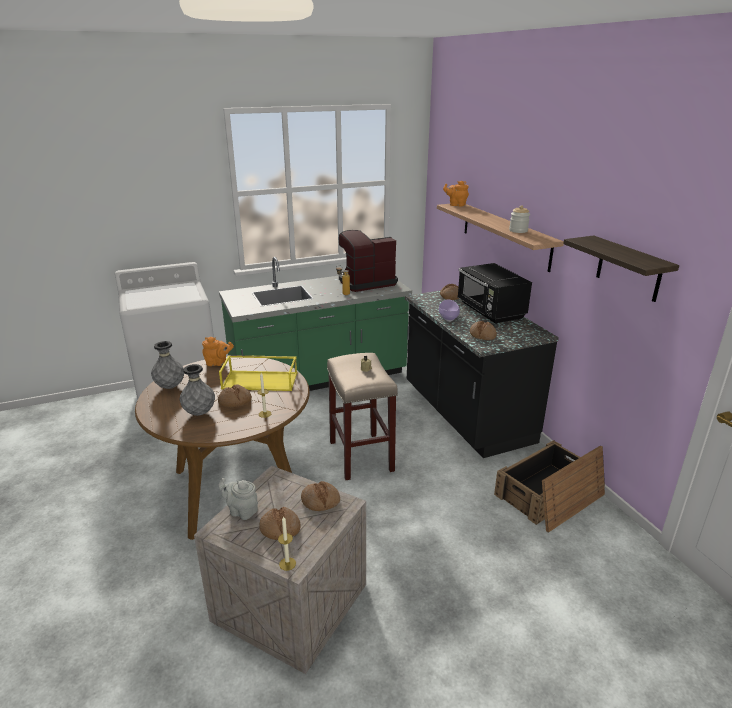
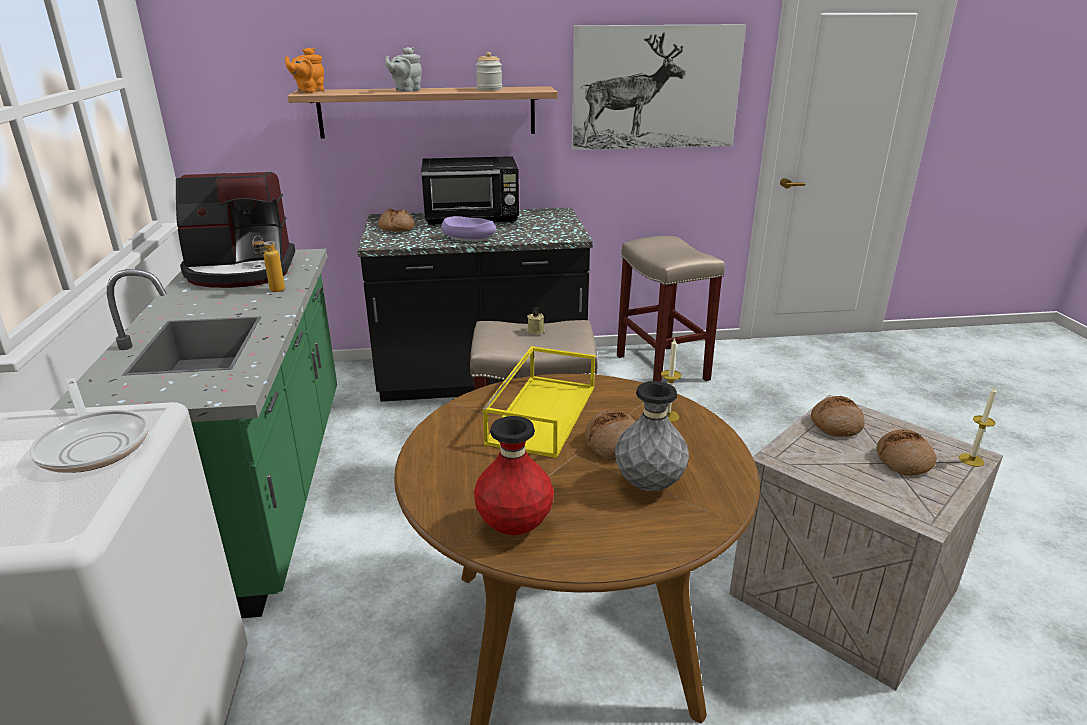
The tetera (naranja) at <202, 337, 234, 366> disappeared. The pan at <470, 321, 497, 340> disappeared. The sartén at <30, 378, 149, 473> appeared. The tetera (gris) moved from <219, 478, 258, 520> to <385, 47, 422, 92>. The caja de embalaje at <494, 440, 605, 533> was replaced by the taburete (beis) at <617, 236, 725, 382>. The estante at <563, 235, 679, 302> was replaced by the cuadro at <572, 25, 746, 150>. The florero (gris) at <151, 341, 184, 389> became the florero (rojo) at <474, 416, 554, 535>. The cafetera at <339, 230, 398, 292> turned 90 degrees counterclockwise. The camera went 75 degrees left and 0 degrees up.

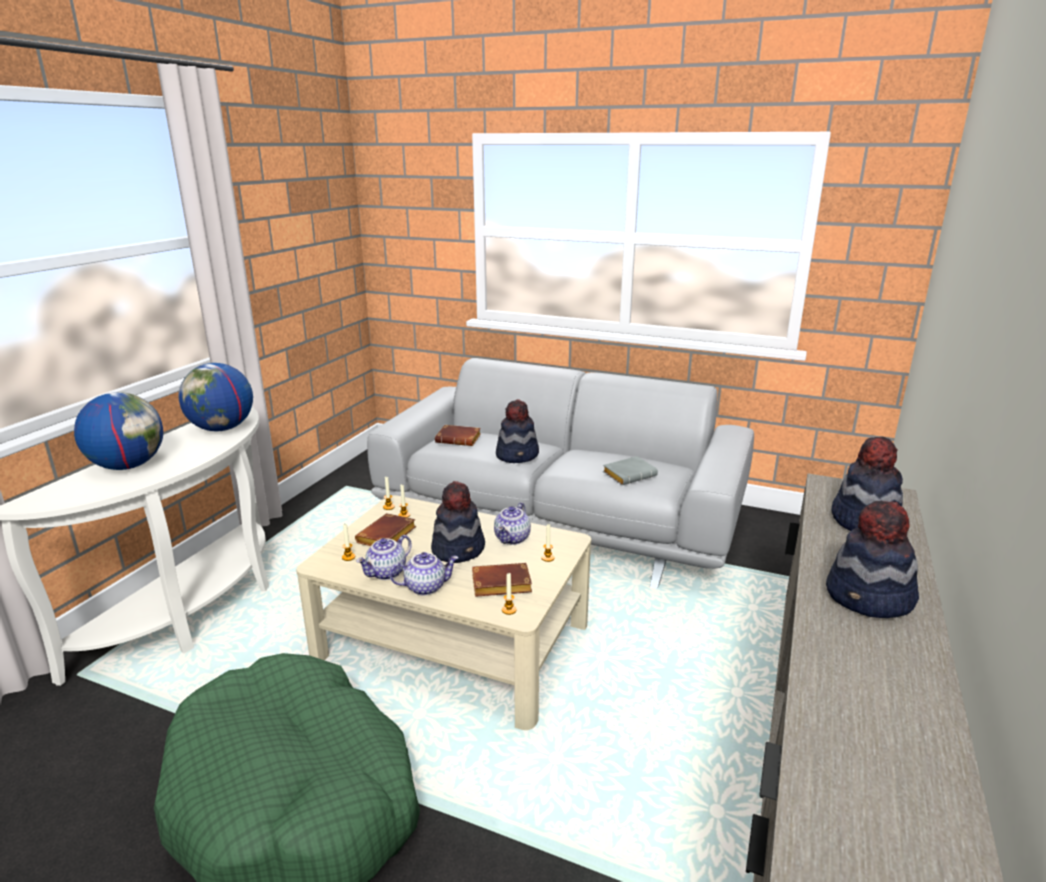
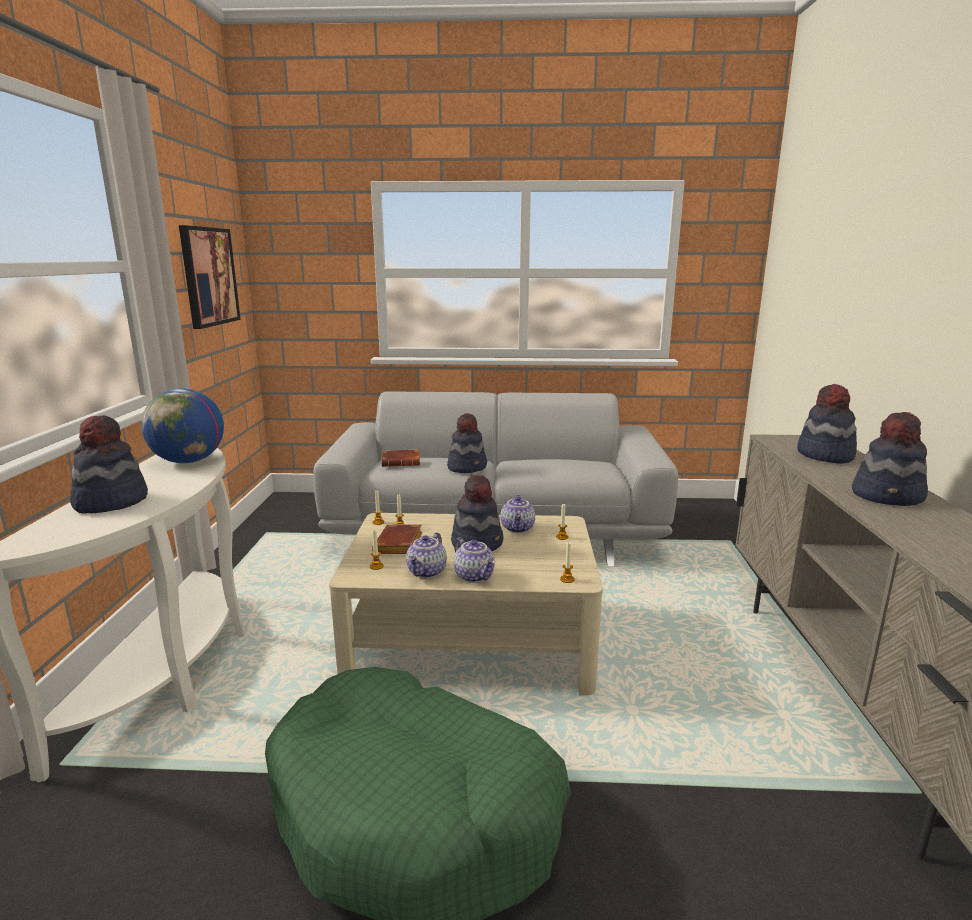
The libro (marrón) at <472, 563, 532, 597> disappeared. The libro (gris) at <603, 456, 658, 485> disappeared. The cuadro at <179, 225, 241, 329> appeared. The globo terráqueo at <74, 392, 163, 470> was replaced by the sombrero at <70, 415, 148, 513>. The tetera at <390, 552, 459, 596> turned 90 degrees clockwise. The camera went 20 degrees left and 5 degrees down.

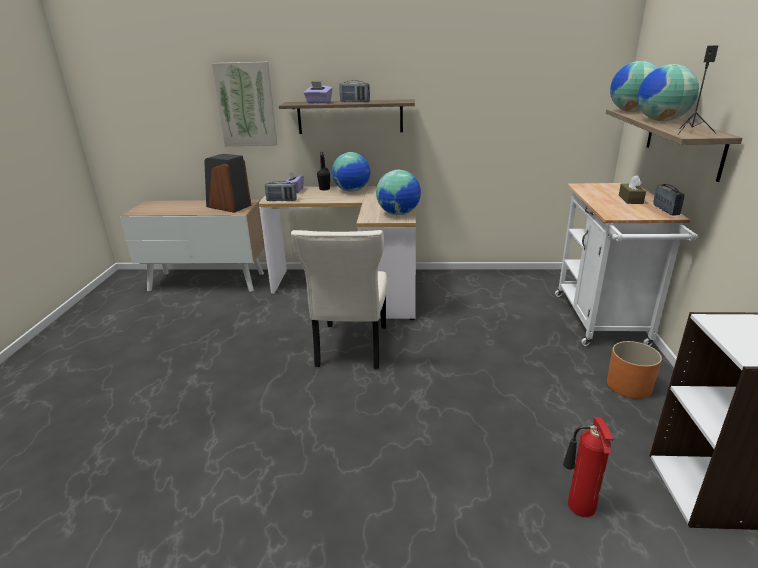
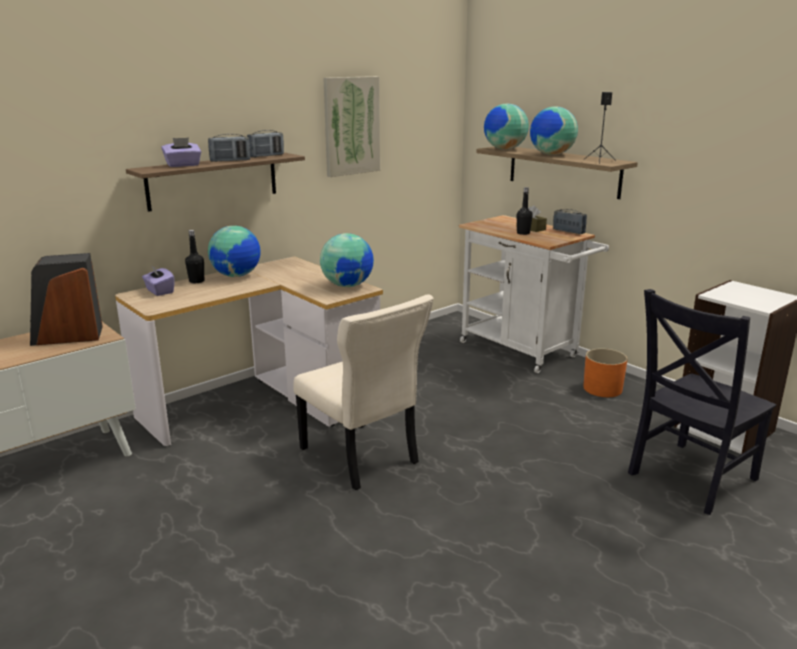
The botella (negro) at <517, 187, 533, 235> appeared. The cuadro moved from <212, 62, 278, 146> to <323, 76, 380, 177>. The radio moved from <265, 181, 297, 201> to <247, 130, 284, 158>. The extintor at <563, 417, 613, 517> was replaced by the silla (negro) at <628, 289, 776, 515>. The camera went 45 degrees left and 5 degrees down.

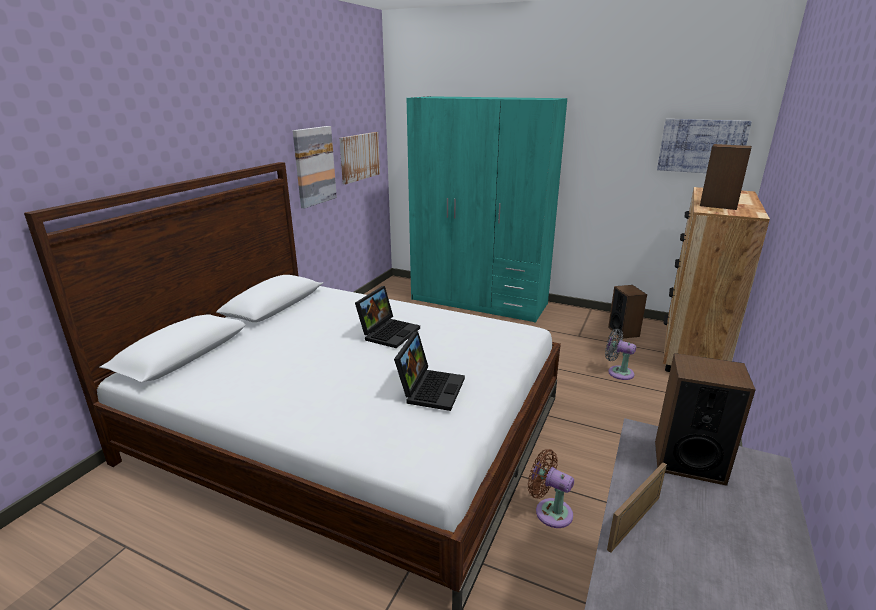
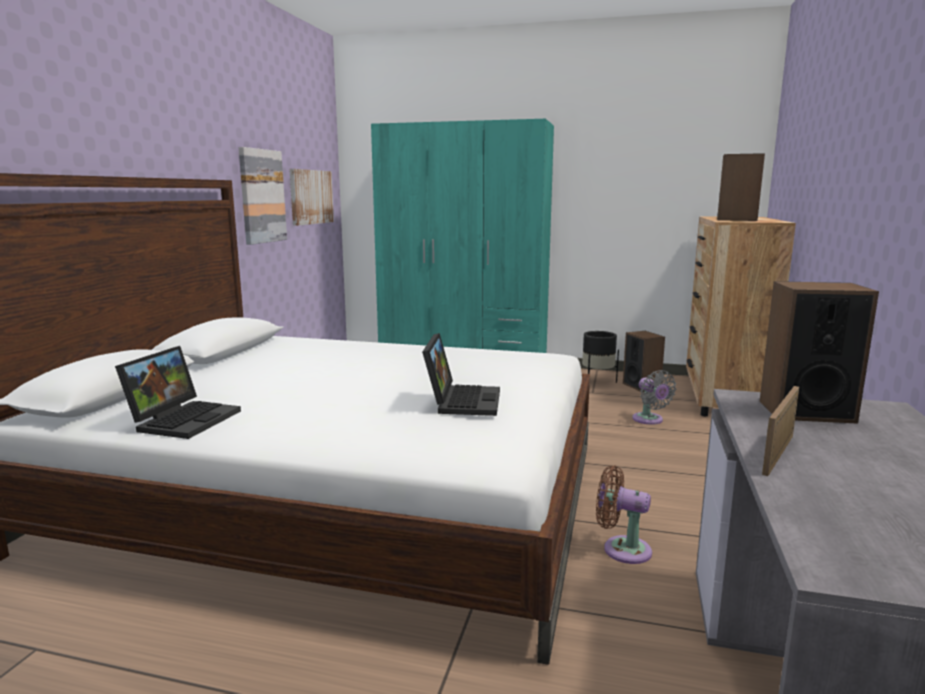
The cuadro at <657, 119, 752, 173> disappeared. The maceta (negro) at <582, 331, 619, 383> appeared. The portátil moved from <355, 286, 420, 348> to <115, 346, 241, 439>. The ventilador (gris) at <605, 329, 636, 380> turned 135 degrees counterclockwise. The camera went 10 degrees left and 10 degrees down.

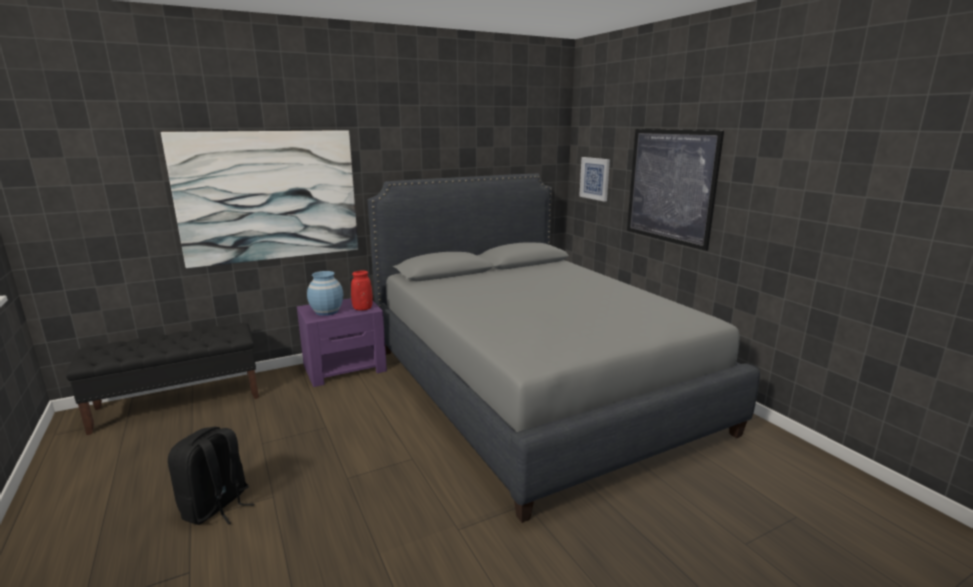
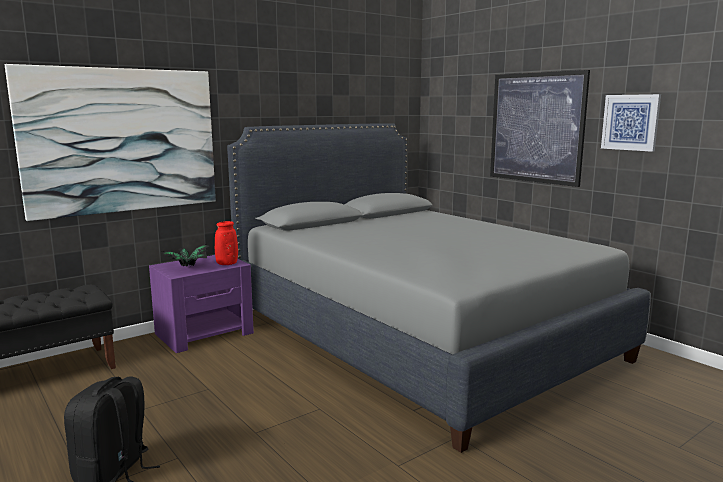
The cuadro moved from <579, 157, 610, 202> to <601, 94, 661, 152>. The florero (azul) at <307, 271, 343, 316> was replaced by the planta en maceta at <162, 244, 211, 267>. The camera went 10 degrees left and 5 degrees down.

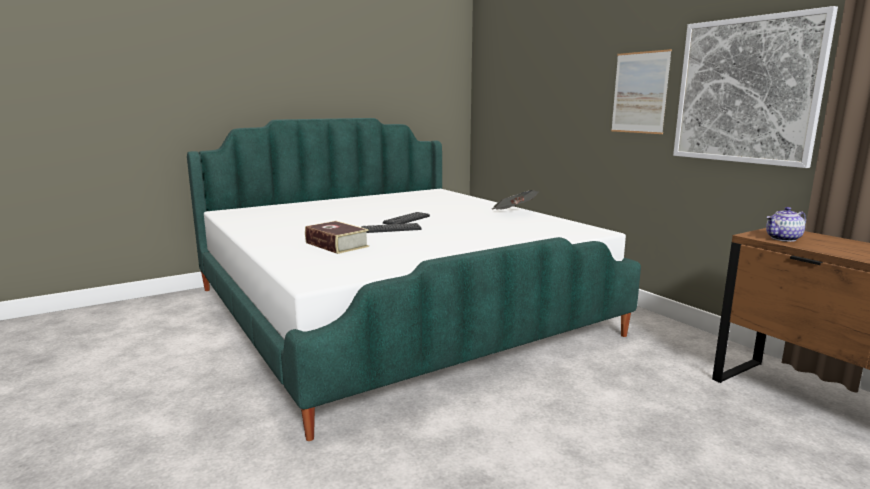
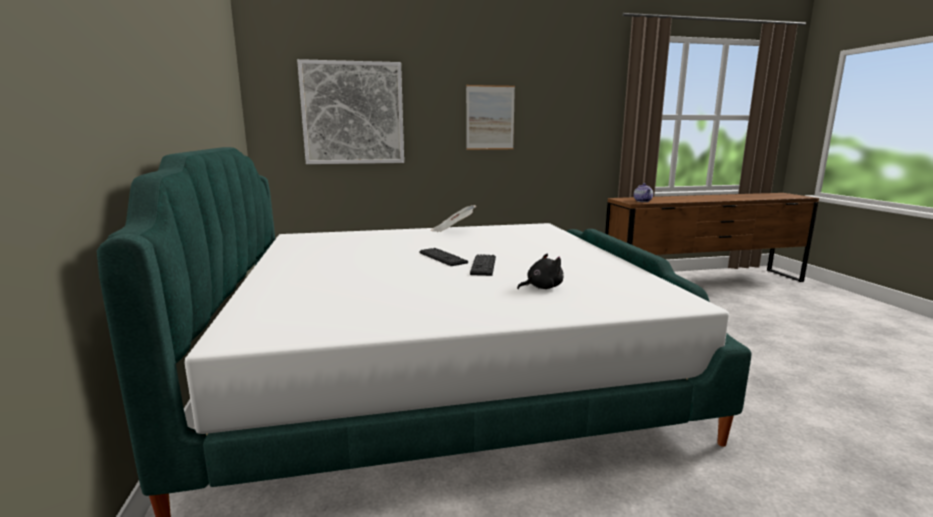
The cuadro moved from <673, 6, 838, 168> to <297, 59, 404, 164>. The libro at <305, 221, 369, 254> was replaced by the peluche (negro) at <517, 253, 564, 289>. The camera went 70 degrees left and 0 degrees up.

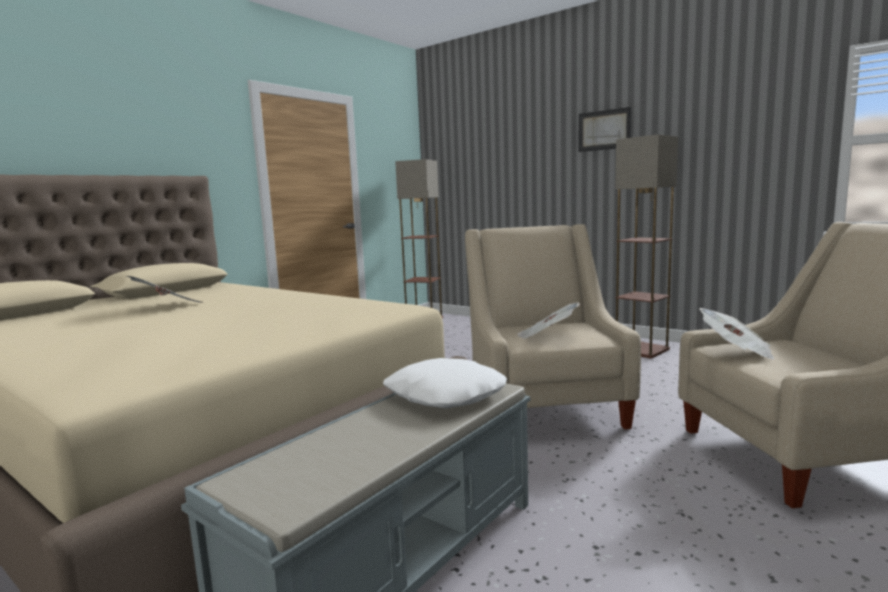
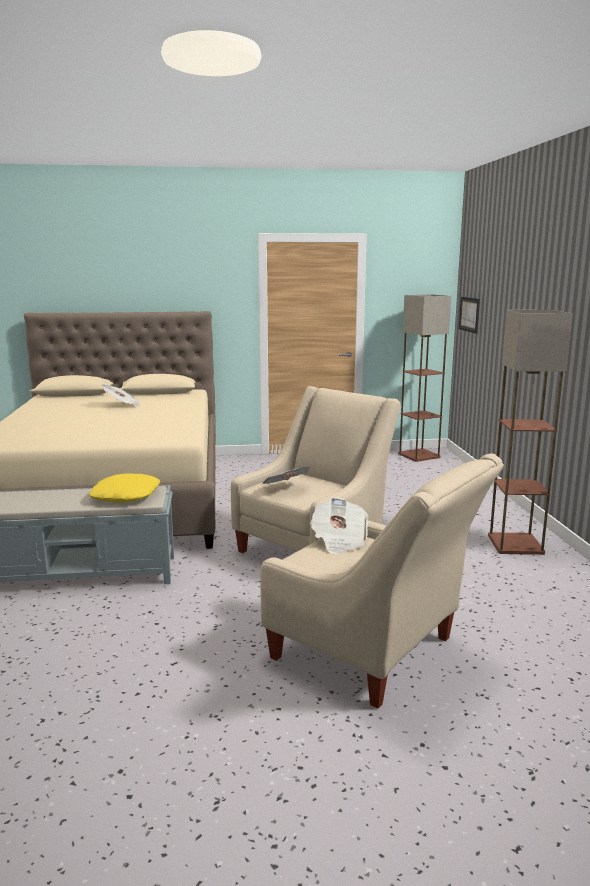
The cuadro moved from <579, 107, 632, 152> to <459, 297, 480, 334>. The cojín (blanco) at <383, 358, 507, 408> became the cojín (amarillo) at <89, 473, 160, 503>. The camera went 45 degrees right and 5 degrees up.

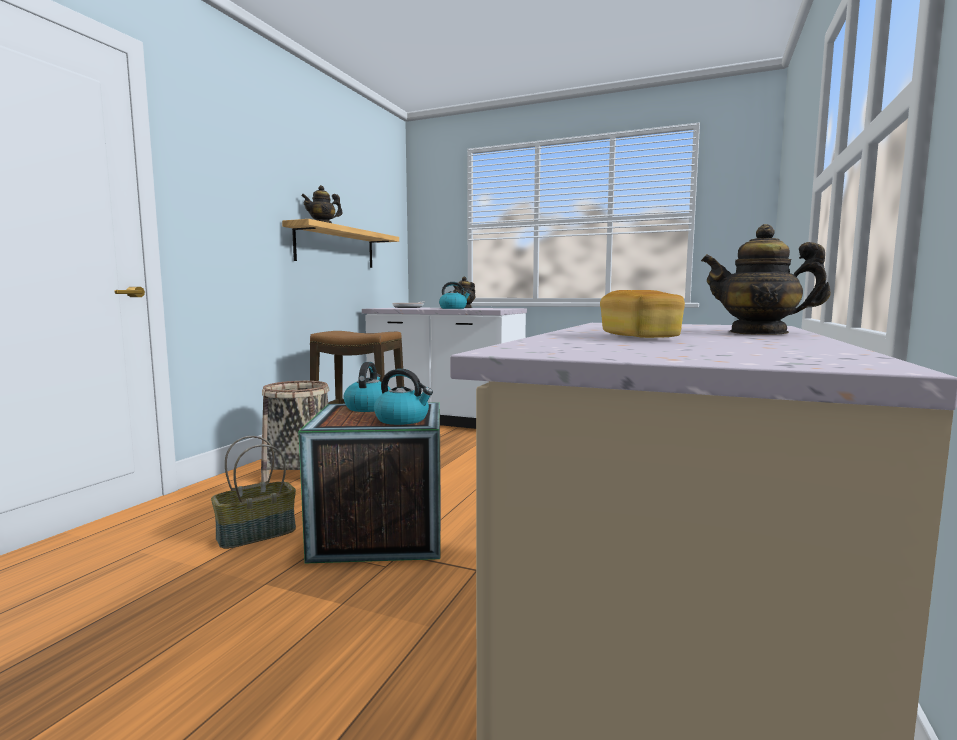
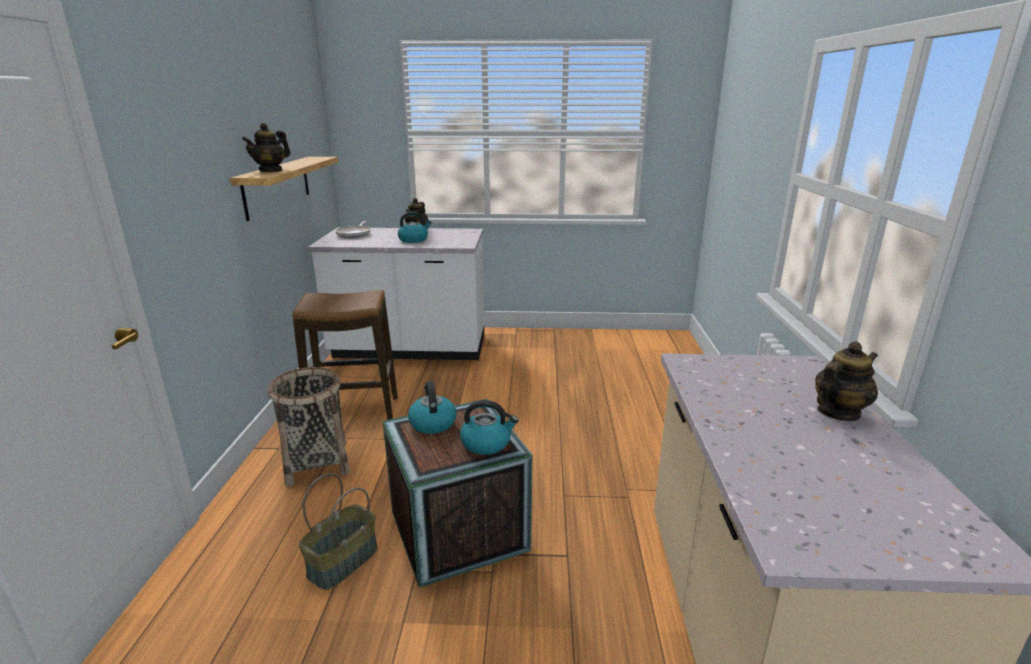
The pan at <600, 290, 685, 338> disappeared. The tetera at <701, 224, 831, 335> turned 150 degrees clockwise. The camera went 20 degrees left and 15 degrees up.

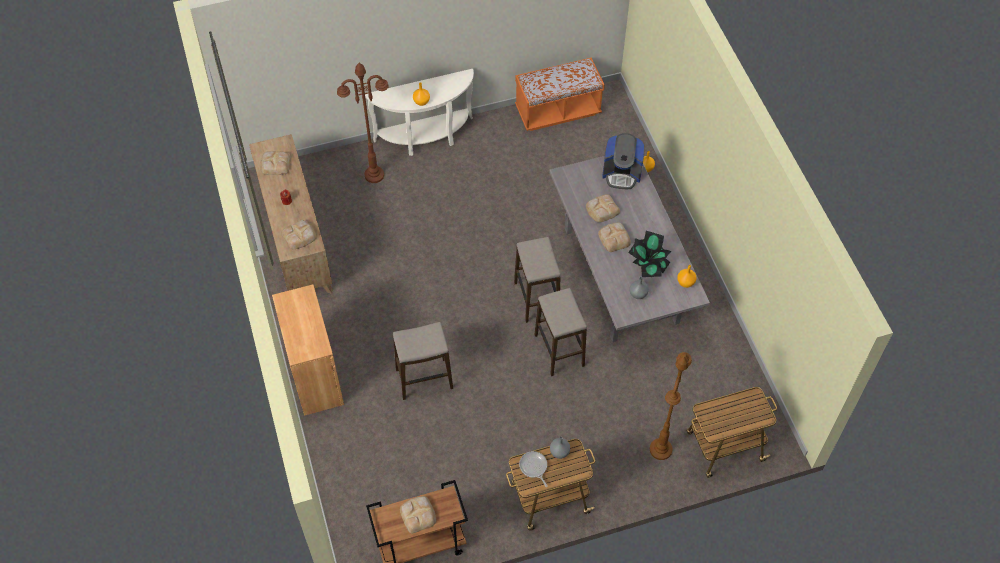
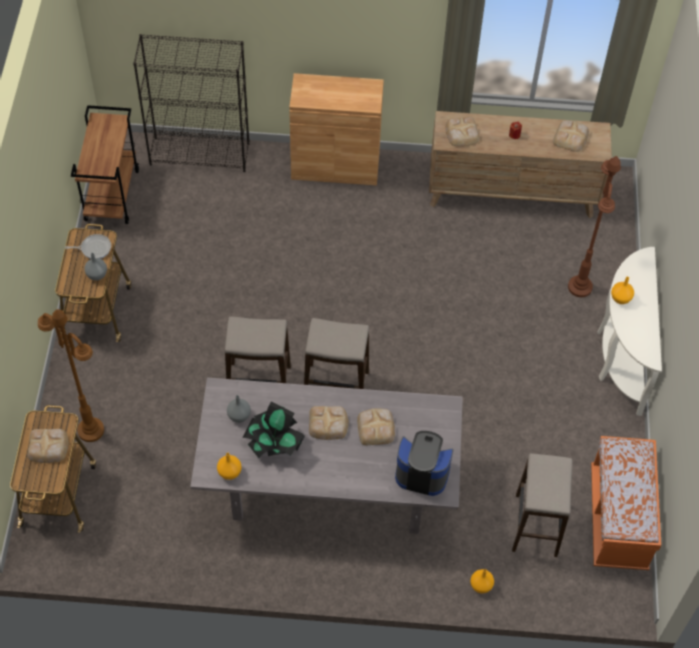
The estantería (negro) at <133, 34, 249, 172> appeared. The taburete moved from <393, 322, 453, 400> to <512, 454, 573, 557>. The pan moved from <400, 496, 436, 533> to <27, 429, 69, 463>. The cafetera at <602, 133, 645, 189> turned 75 degrees clockwise. The camera went 110 degrees right and 0 degrees up.

